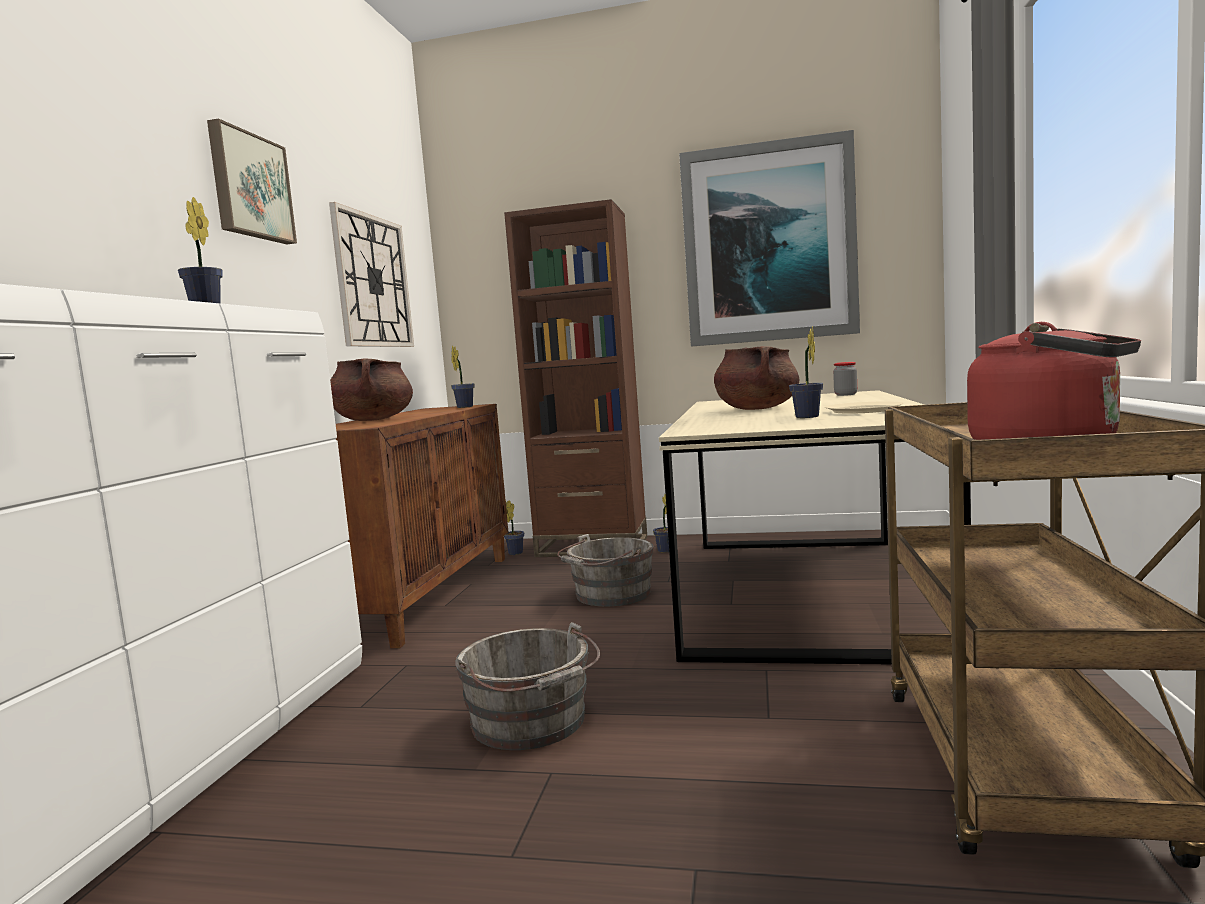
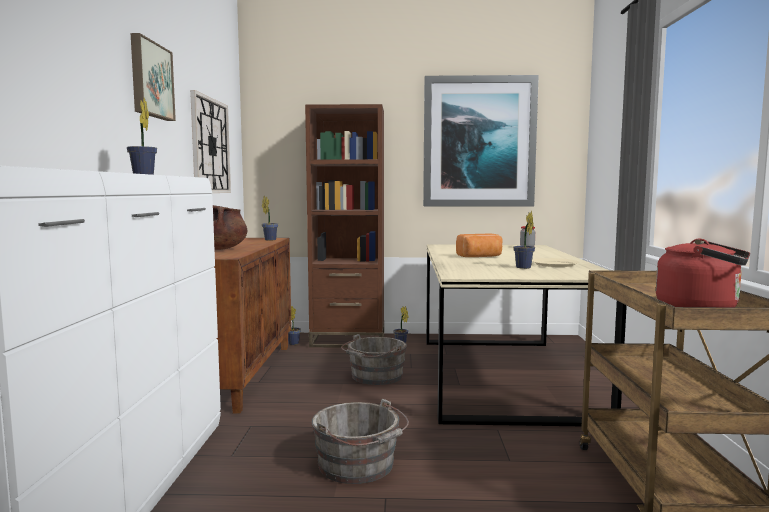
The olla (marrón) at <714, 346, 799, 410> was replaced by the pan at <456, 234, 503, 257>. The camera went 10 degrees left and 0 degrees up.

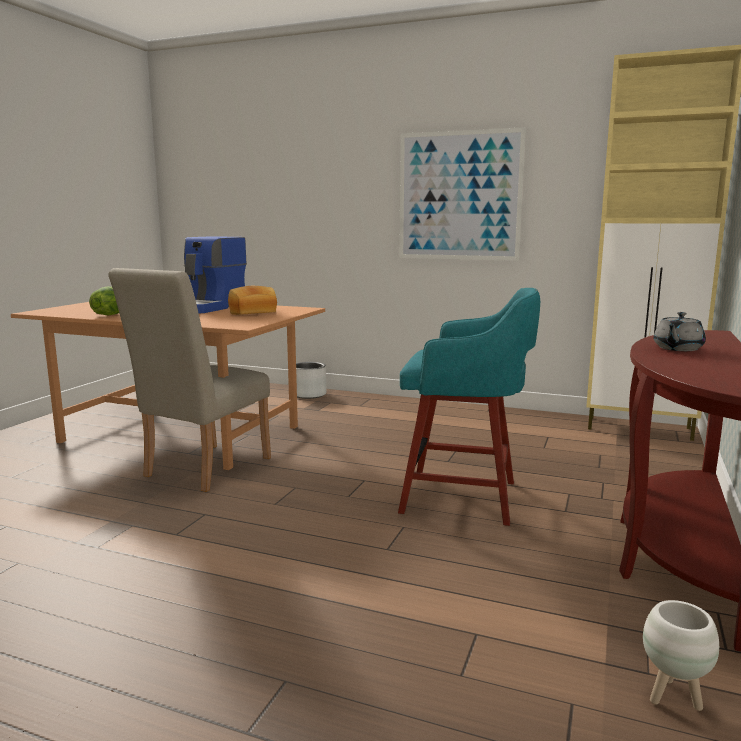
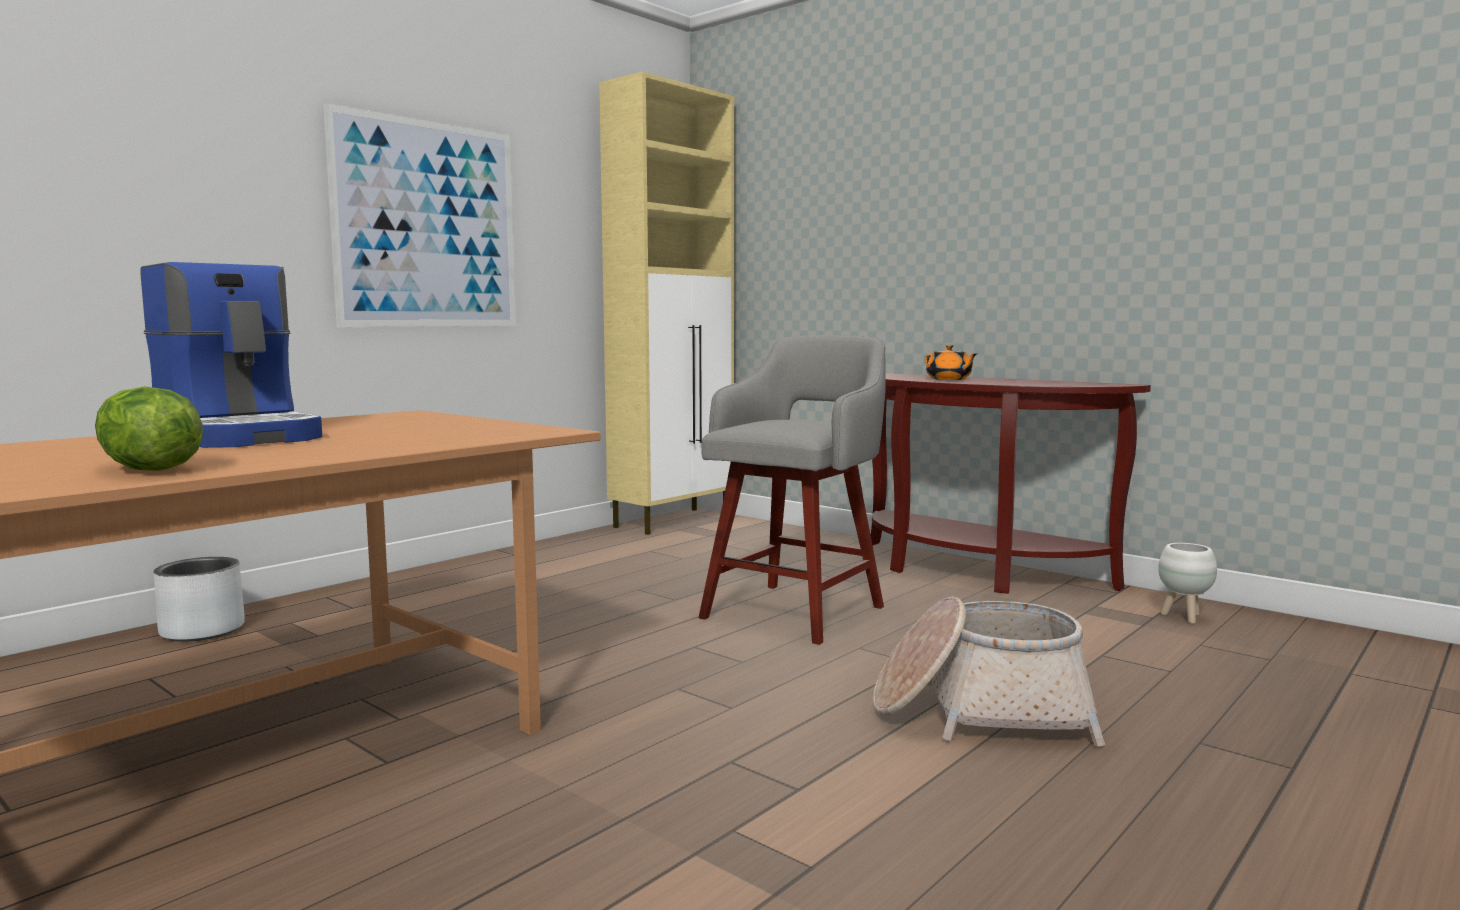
The silla (beis) at <108, 268, 271, 492> disappeared. The pan at <228, 286, 277, 315> disappeared. The cesta at <873, 596, 1105, 747> appeared. The taburete (turquesa) at <398, 288, 540, 526> became the taburete (gris) at <699, 335, 886, 645>. The tetera (gris) at <653, 312, 706, 351> became the tetera (naranja) at <925, 345, 978, 380>. The camera went 70 degrees left and 5 degrees down.

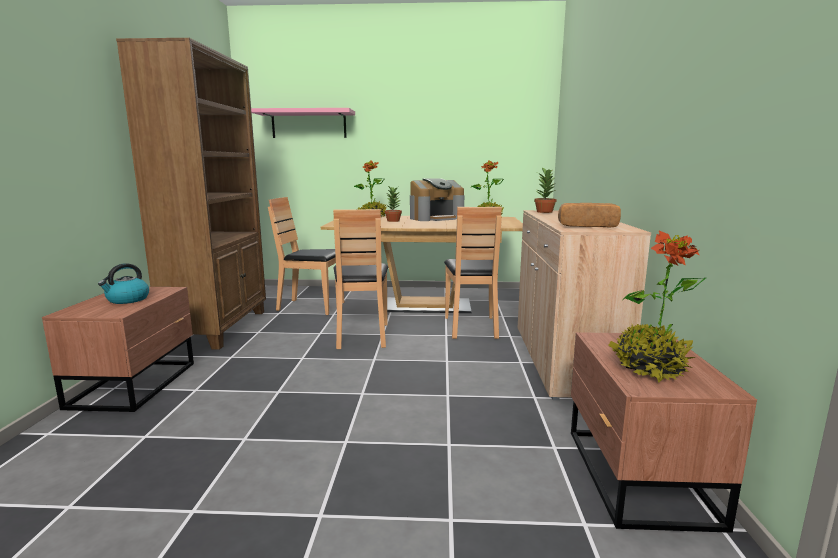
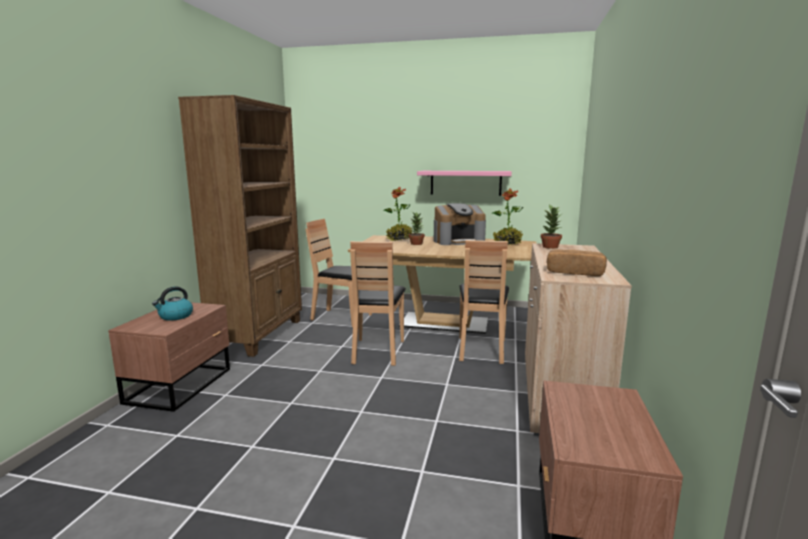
The planta en maceta at <609, 231, 706, 383> disappeared. The estante (rosa) moved from <251, 108, 355, 138> to <417, 171, 512, 196>. The camera went 10 degrees right and 0 degrees up.

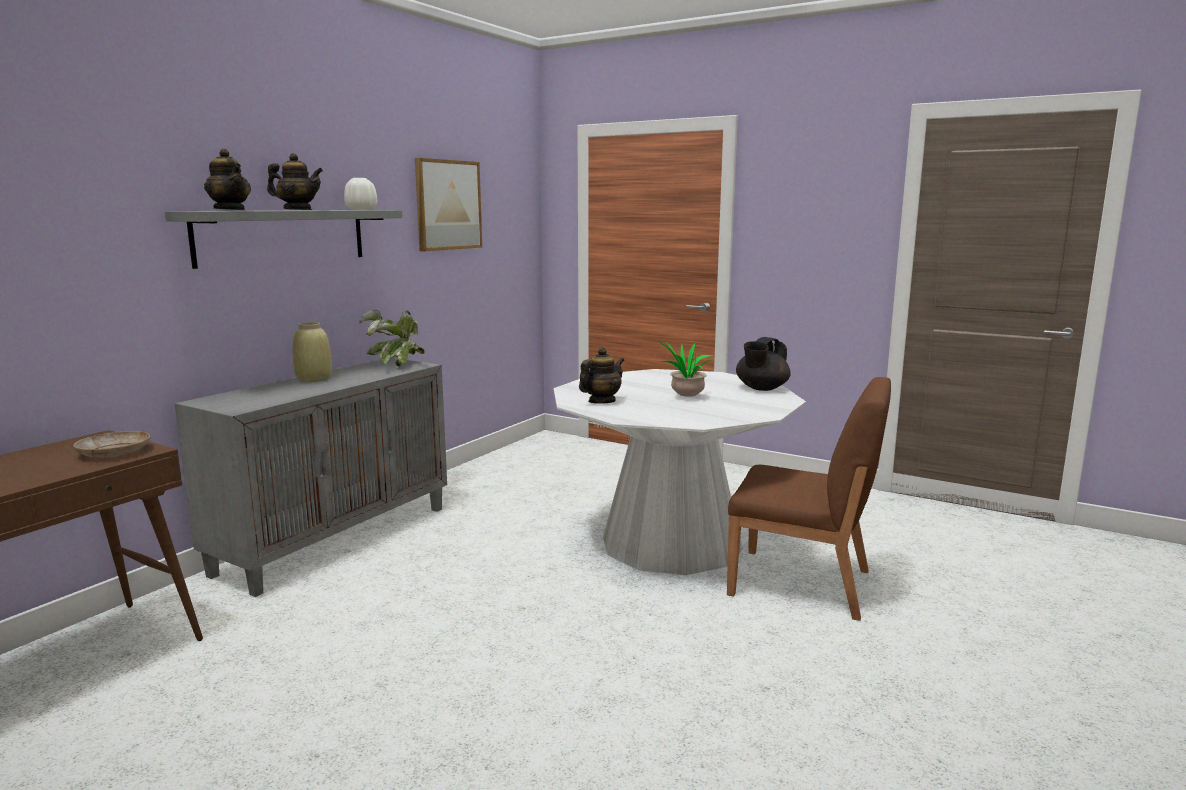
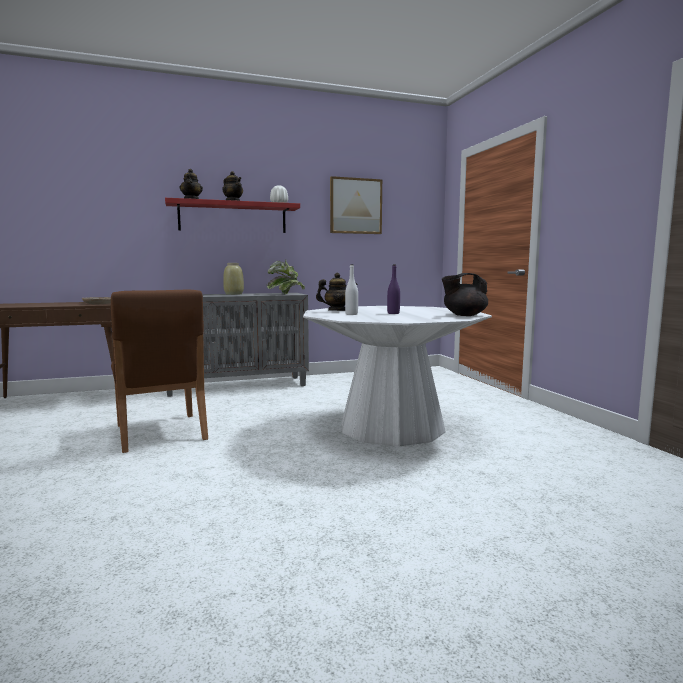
The botella (blanco) at <345, 264, 358, 315> appeared. The silla (marrón) moved from <727, 377, 891, 621> to <111, 290, 208, 453>. The planta en maceta at <659, 342, 715, 397> was replaced by the botella (morado) at <387, 264, 400, 314>. The estante (gris) at <165, 210, 403, 269> became the estante (rojo) at <165, 198, 300, 233>. The camera went 40 degrees right and 5 degrees down.

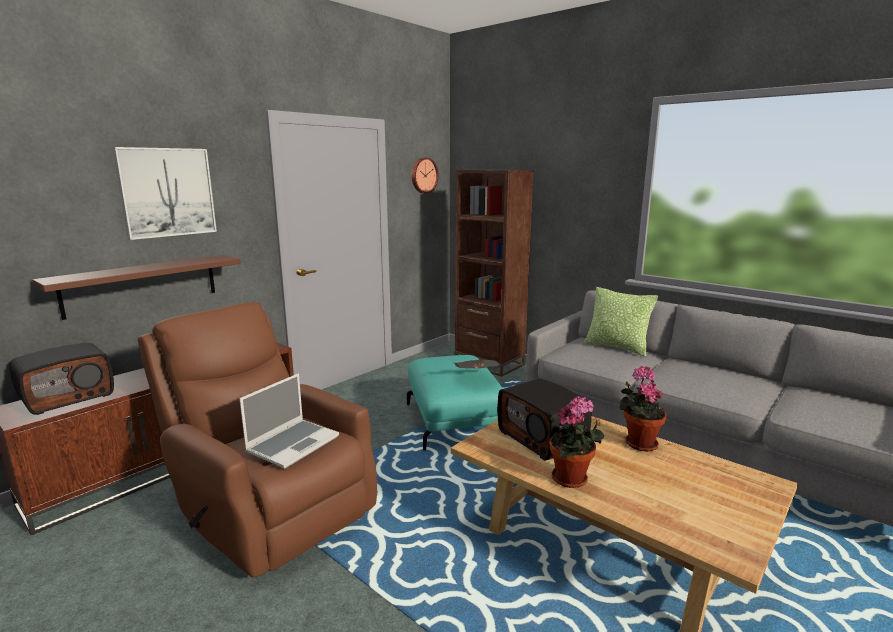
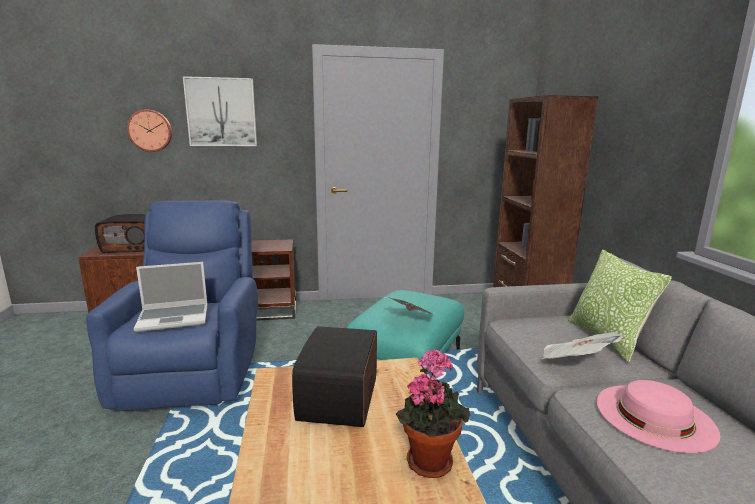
The estante (marrón) at <32, 255, 241, 320> disappeared. The planta en maceta at <549, 396, 604, 488> disappeared. The periódico at <541, 332, 622, 359> appeared. The sombrero (rosa) at <596, 380, 720, 453> appeared. The reloj de pared moved from <412, 158, 439, 194> to <127, 109, 172, 152>. The sillón (marrón) at <137, 302, 377, 577> became the sillón (azul) at <86, 200, 258, 411>. The camera went 40 degrees right and 0 degrees up.

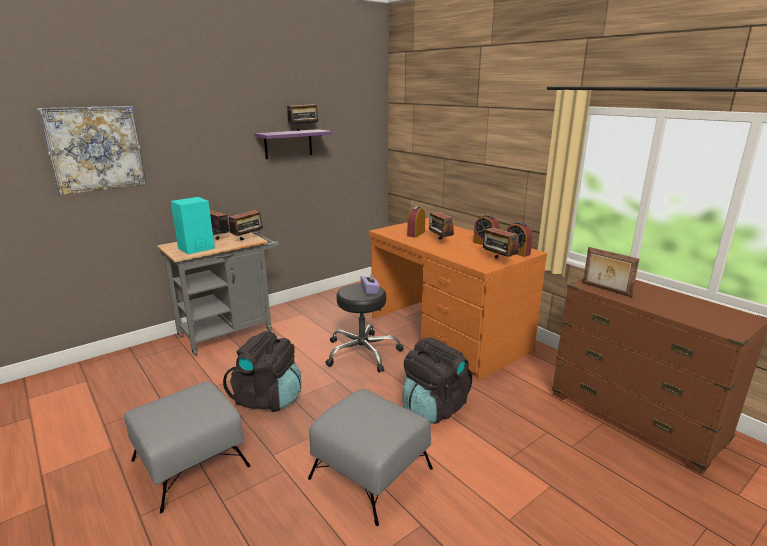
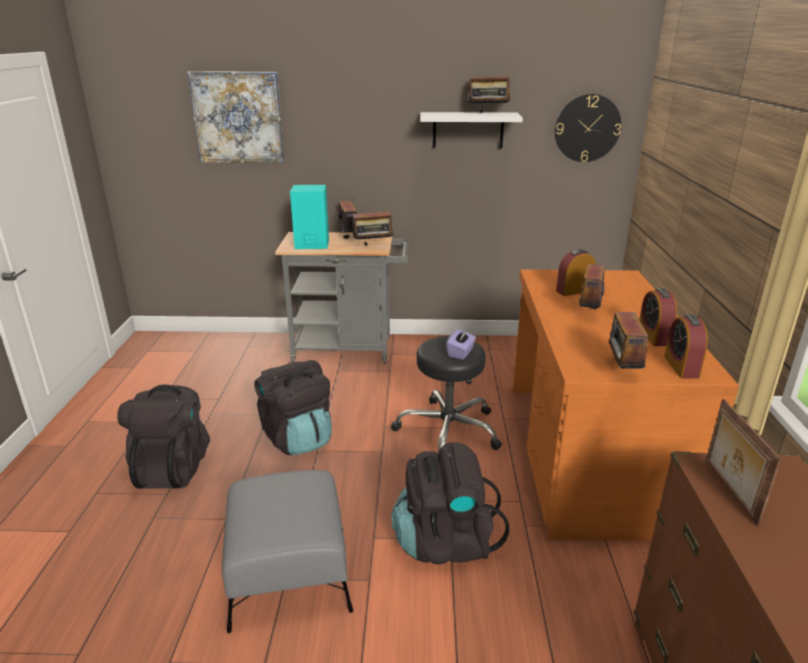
The reloj de pared at <555, 94, 621, 162> appeared. The puf (gris) at <124, 381, 251, 513> was replaced by the mochila (negro) at <117, 385, 210, 489>. The estante (morado) at <254, 129, 333, 159> became the estante (blanco) at <420, 112, 523, 148>. The camera went 40 degrees right and 5 degrees up.

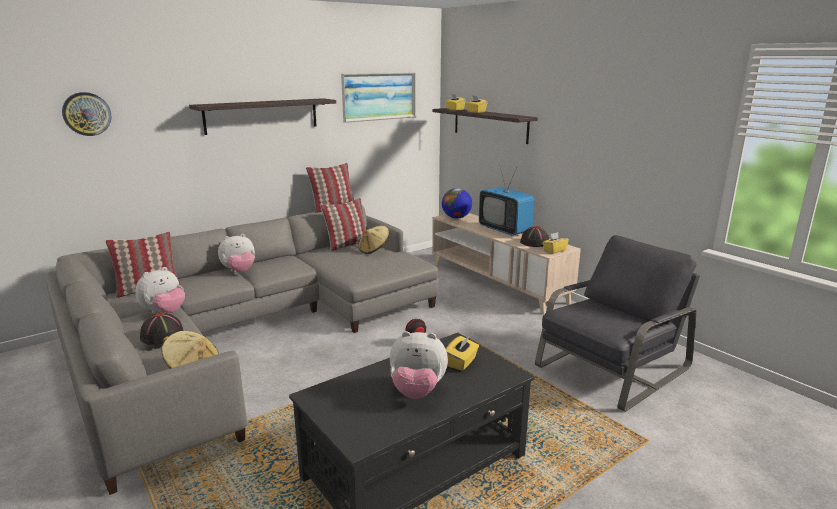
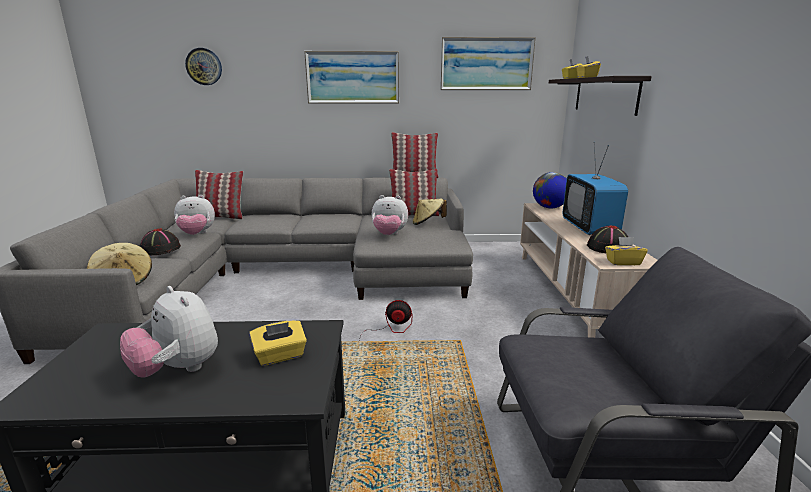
The peluche moved from <218, 234, 255, 272> to <372, 195, 408, 235>. The estante at <189, 98, 336, 135> was replaced by the cuadro at <304, 51, 399, 104>. The camera went 35 degrees right and 0 degrees up.

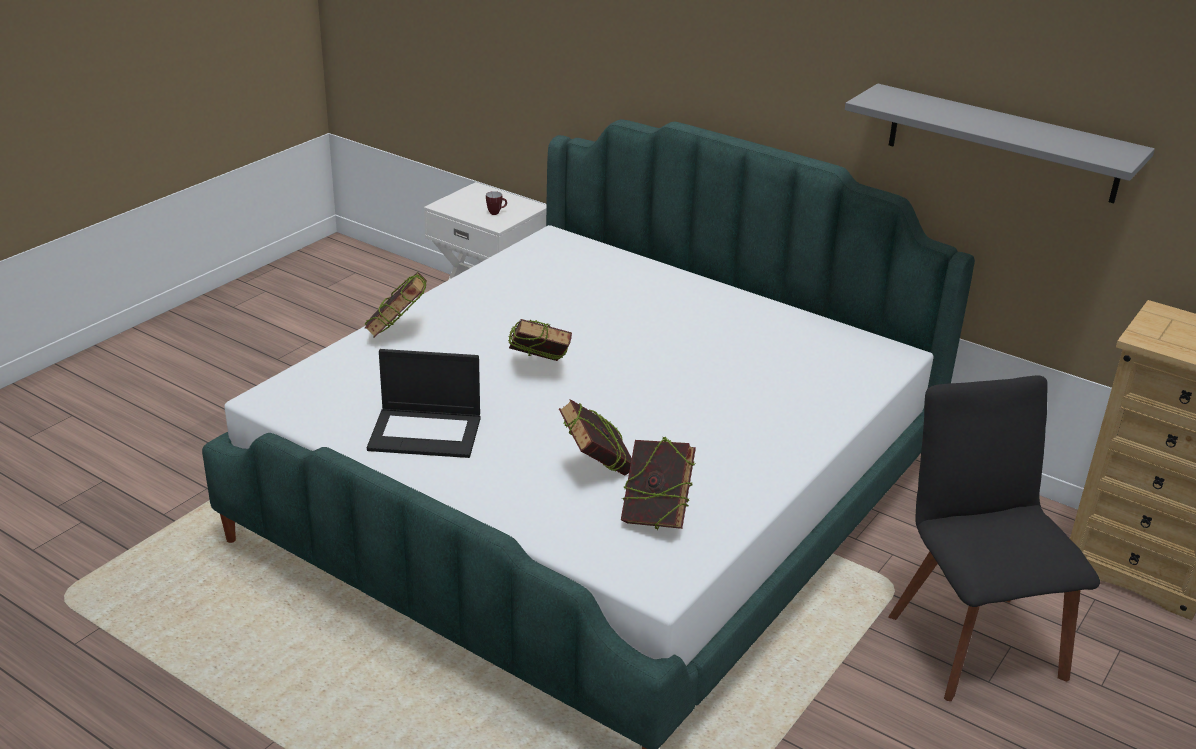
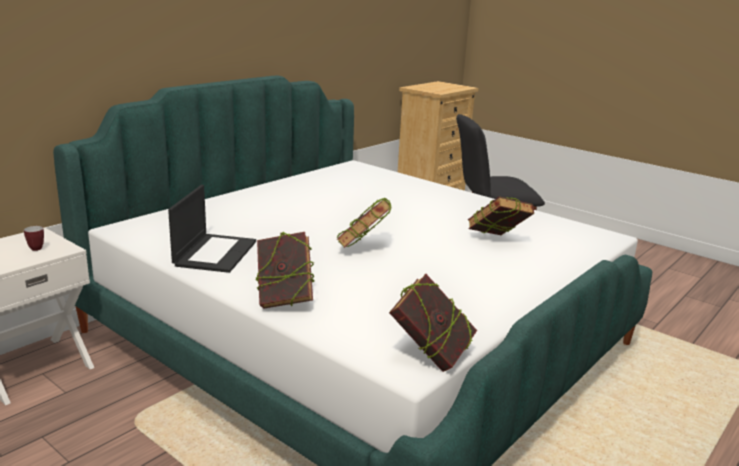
The estante (gris) at <845, 83, 1155, 203> disappeared. The portátil moved from <367, 349, 481, 458> to <168, 185, 256, 273>. The libro moved from <621, 437, 696, 531> to <389, 274, 477, 372>. The camera went 85 degrees left and 10 degrees down.

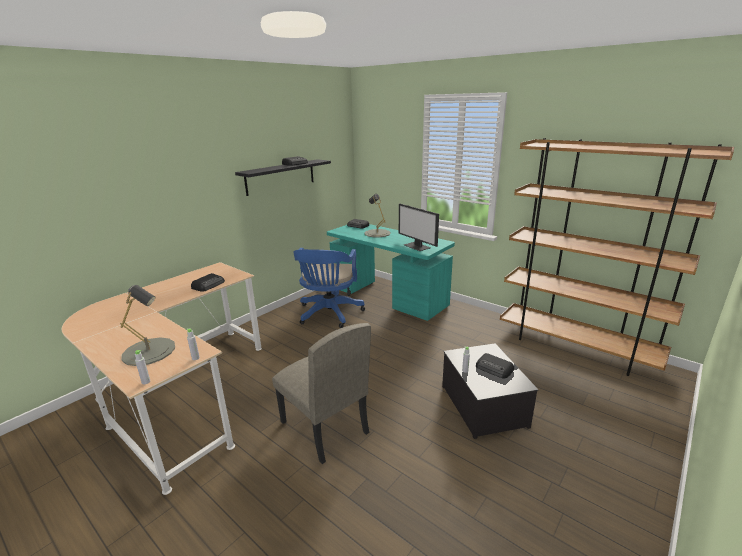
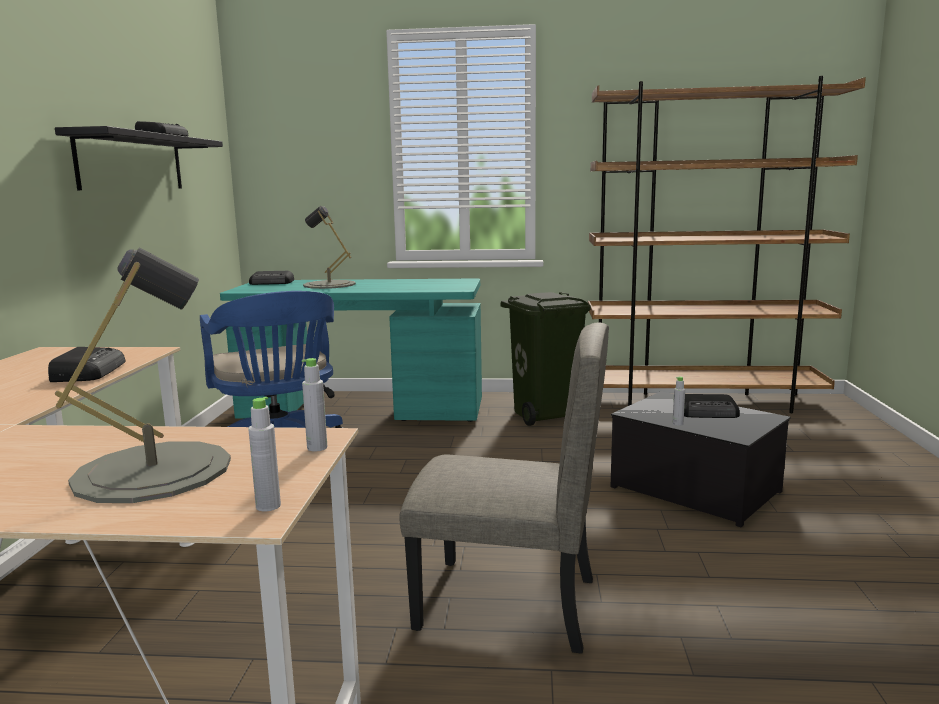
The monitor at <399, 204, 439, 251> disappeared. The papelera (verde) at <501, 292, 591, 426> appeared. The camera went 35 degrees left and 10 degrees down.

